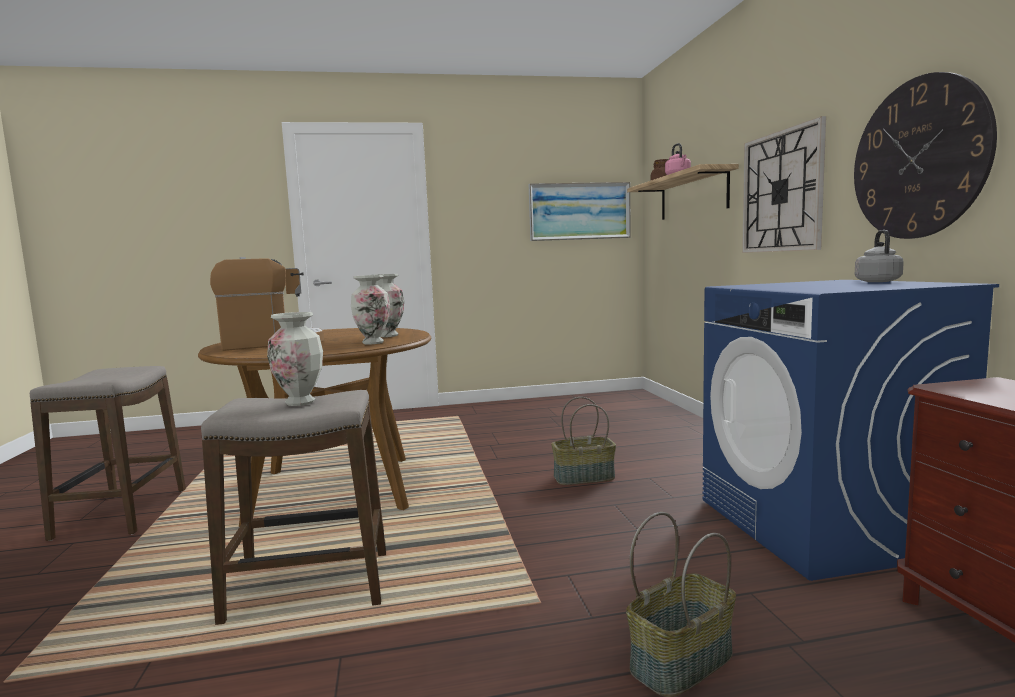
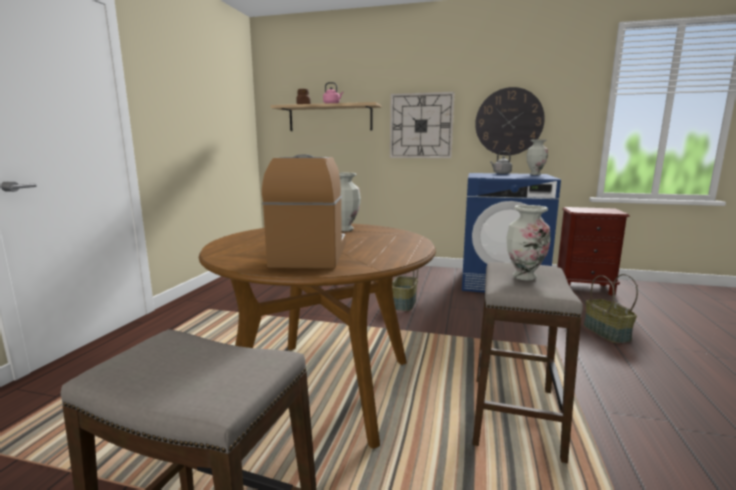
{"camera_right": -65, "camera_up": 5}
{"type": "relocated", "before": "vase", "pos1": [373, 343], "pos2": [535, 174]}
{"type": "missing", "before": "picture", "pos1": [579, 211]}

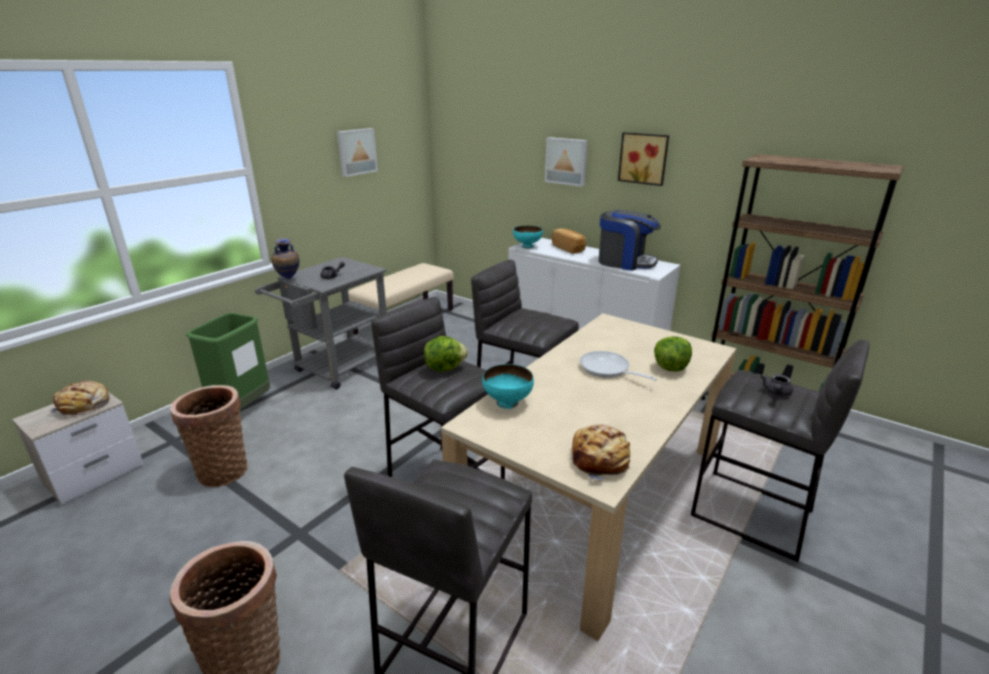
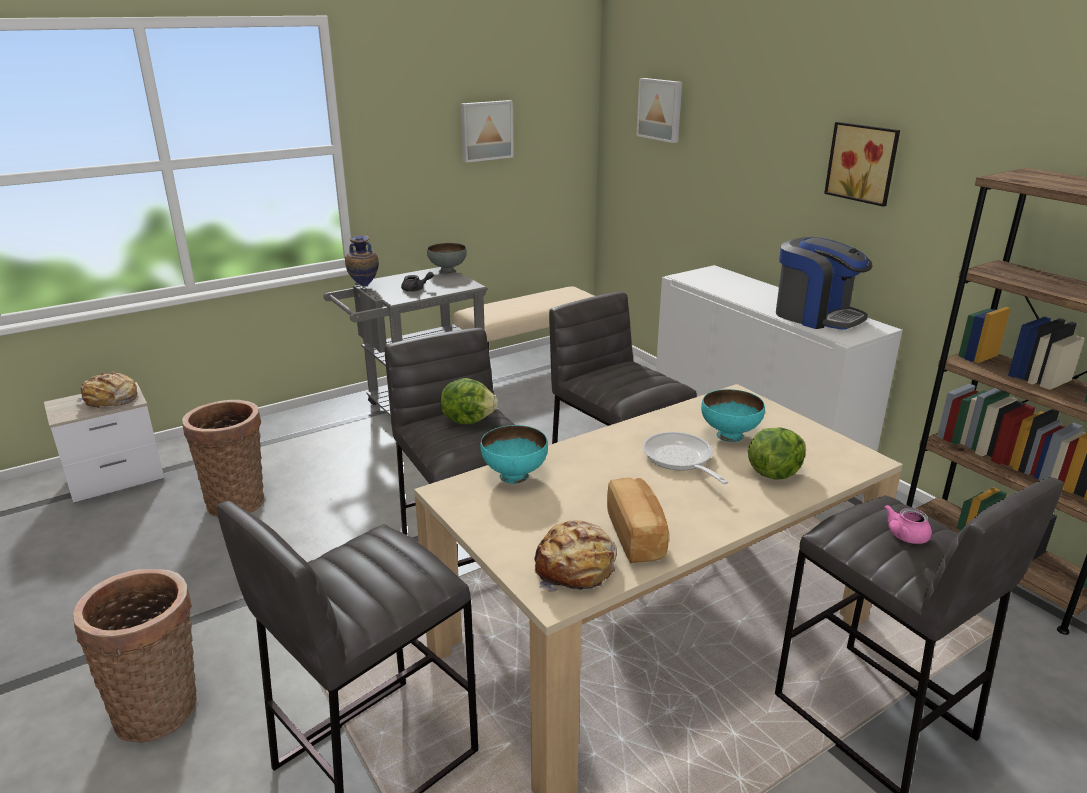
{"camera_right": 20, "camera_up": 0}
{"type": "appeared", "after": "grey bowl", "pos2": [448, 271]}
{"type": "relocated", "before": "bread", "pos1": [568, 248], "pos2": [637, 536]}
{"type": "relocated", "before": "picture", "pos1": [566, 161], "pos2": [661, 109]}
{"type": "relocated", "before": "turquoise bowl", "pos1": [527, 246], "pos2": [730, 435]}
{"type": "colour", "before": "grey teapot", "after": "pink teapot", "pos1": [776, 393], "pos2": [904, 536]}
{"type": "missing", "before": "green trash can", "pos1": [242, 408]}

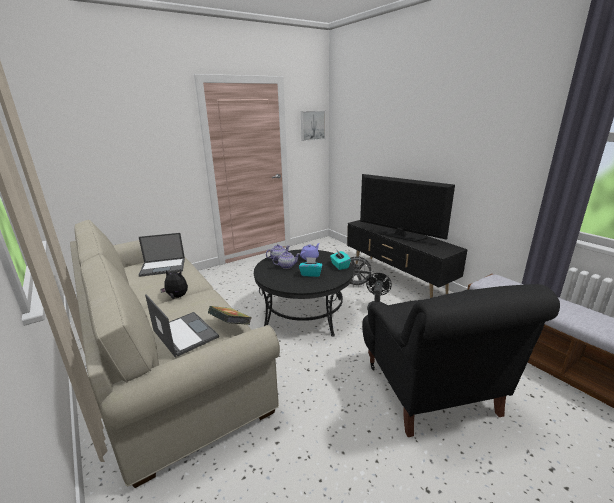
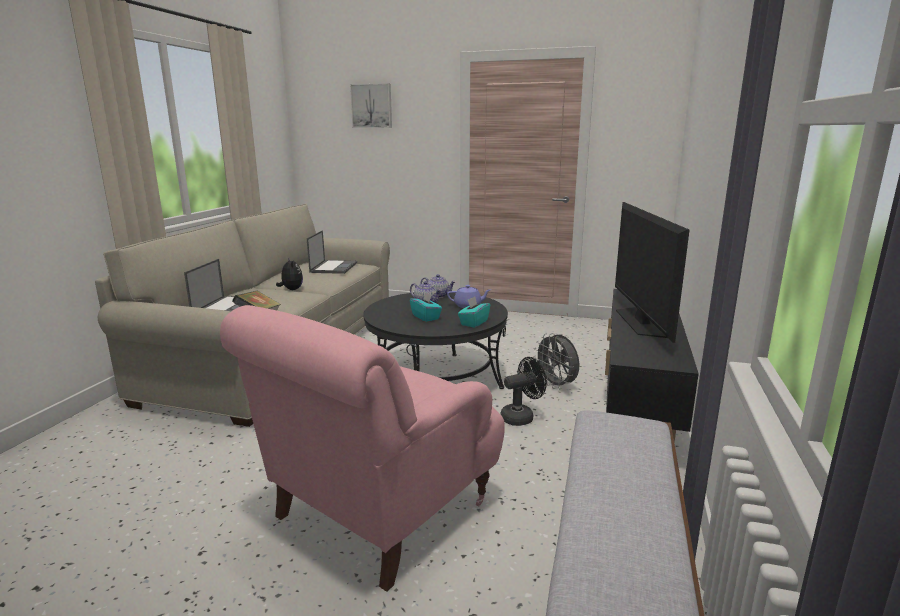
{"camera_right": 50, "camera_up": -5}
{"type": "colour", "before": "black armchair", "after": "pink armchair", "pos1": [431, 391], "pos2": [378, 512]}
{"type": "spun", "before": "laptop", "pos1": [163, 267], "pos2": [334, 267], "turn": -120}
{"type": "relocated", "before": "picture", "pos1": [312, 125], "pos2": [372, 106]}

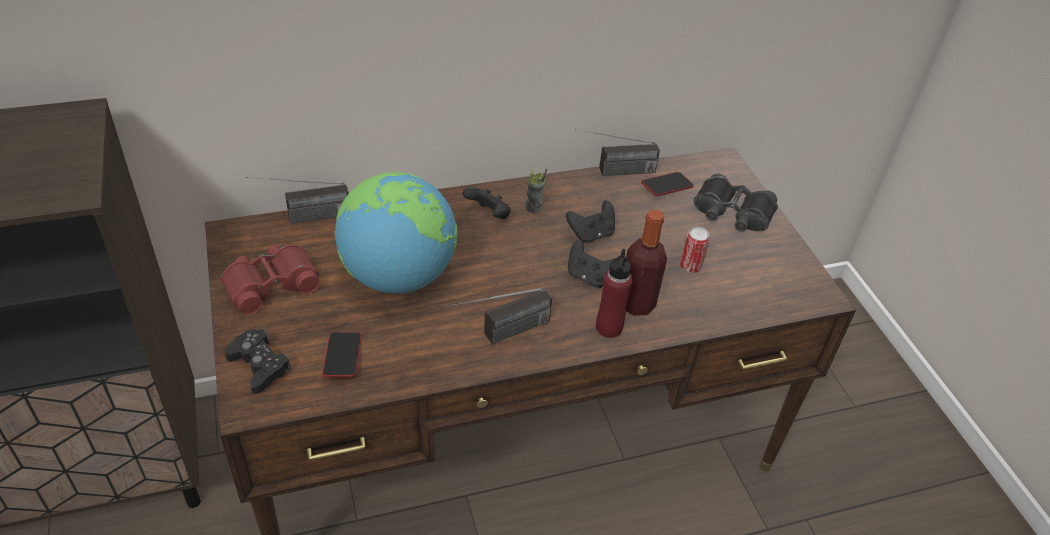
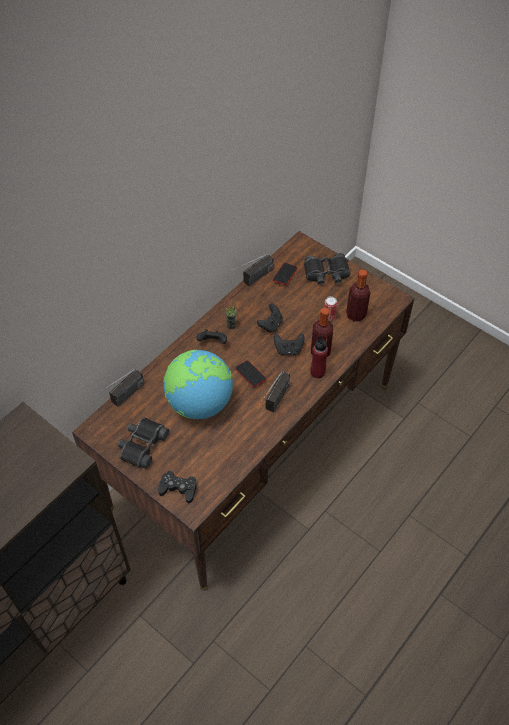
{"camera_right": -30, "camera_up": 10}
{"type": "colour", "before": "red binoculars", "after": "black binoculars", "pos1": [271, 284], "pos2": [142, 445]}
{"type": "relocated", "before": "phone", "pos1": [342, 357], "pos2": [250, 375]}
{"type": "appeared", "after": "bottle", "pos2": [356, 315]}

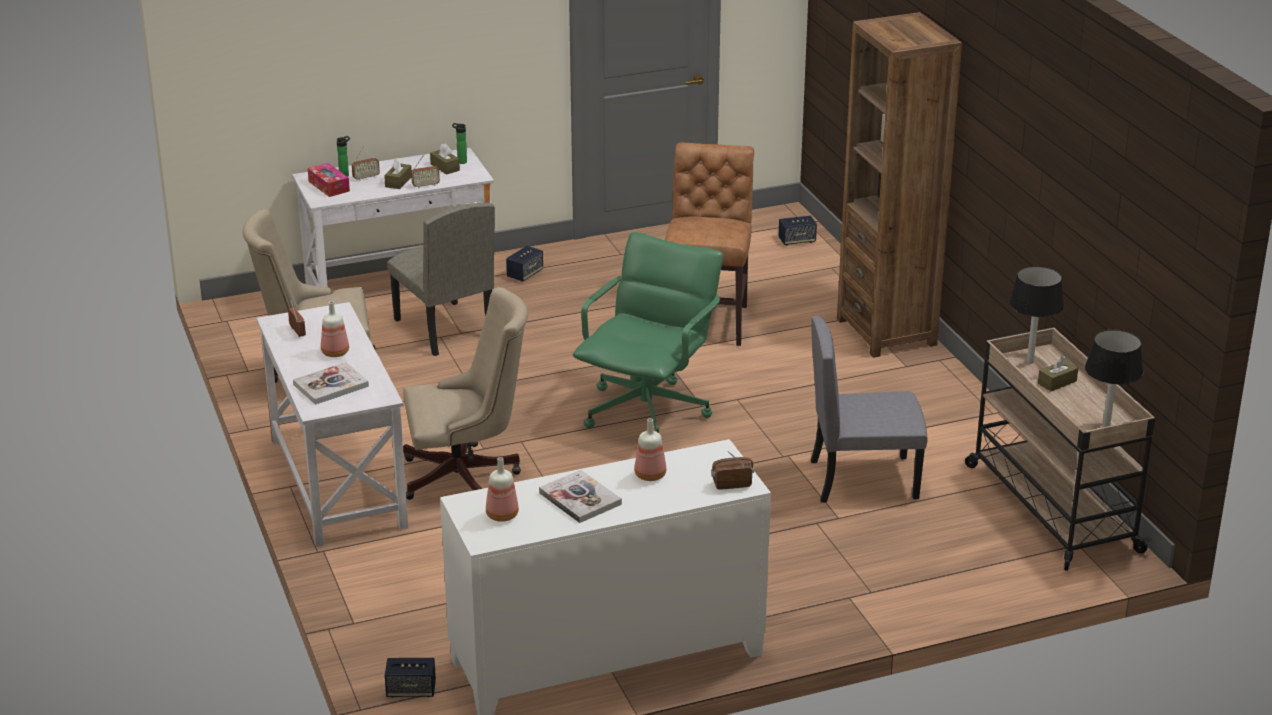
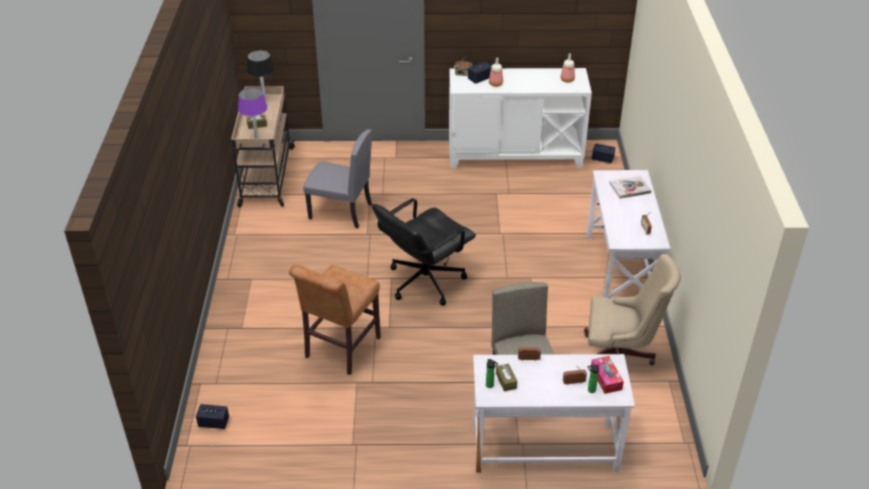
{"camera_right": -160, "camera_up": 10}
{"type": "colour", "before": "black table lamp", "after": "purple table lamp", "pos1": [1030, 362], "pos2": [256, 138]}
{"type": "colour", "before": "green office chair", "after": "black office chair", "pos1": [648, 412], "pos2": [424, 281]}
{"type": "relocated", "before": "speaker", "pos1": [525, 274], "pos2": [480, 79]}
{"type": "missing", "before": "bottle", "pos1": [334, 352]}
{"type": "missing", "before": "brown tissue box", "pos1": [398, 182]}
{"type": "missing", "before": "beige office chair", "pos1": [467, 477]}
{"type": "missing", "before": "book", "pos1": [580, 498]}
{"type": "missing", "before": "brown bookcase", "pos1": [886, 332]}

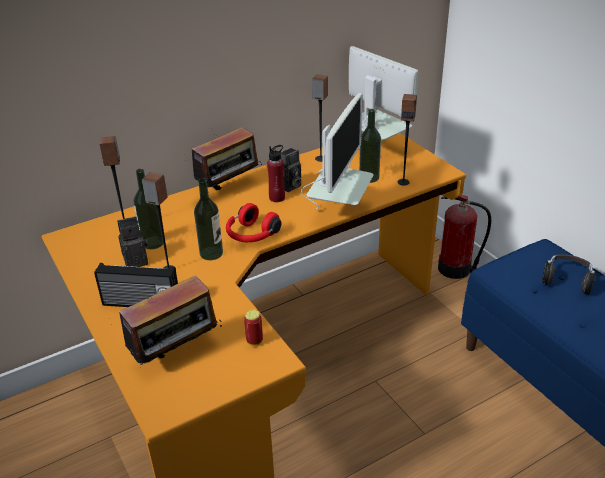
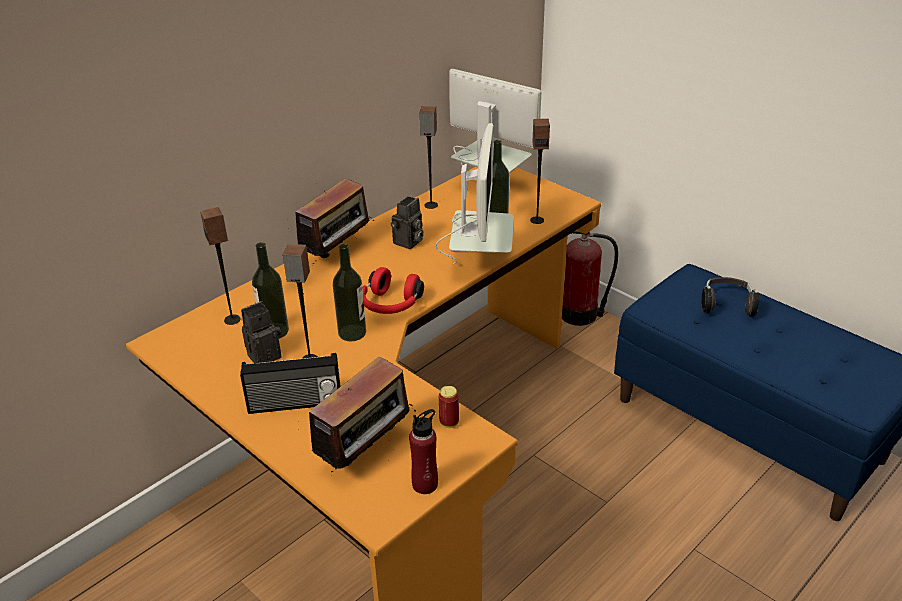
{"camera_right": -15, "camera_up": 0}
{"type": "relocated", "before": "red bottle", "pos1": [277, 198], "pos2": [425, 484]}

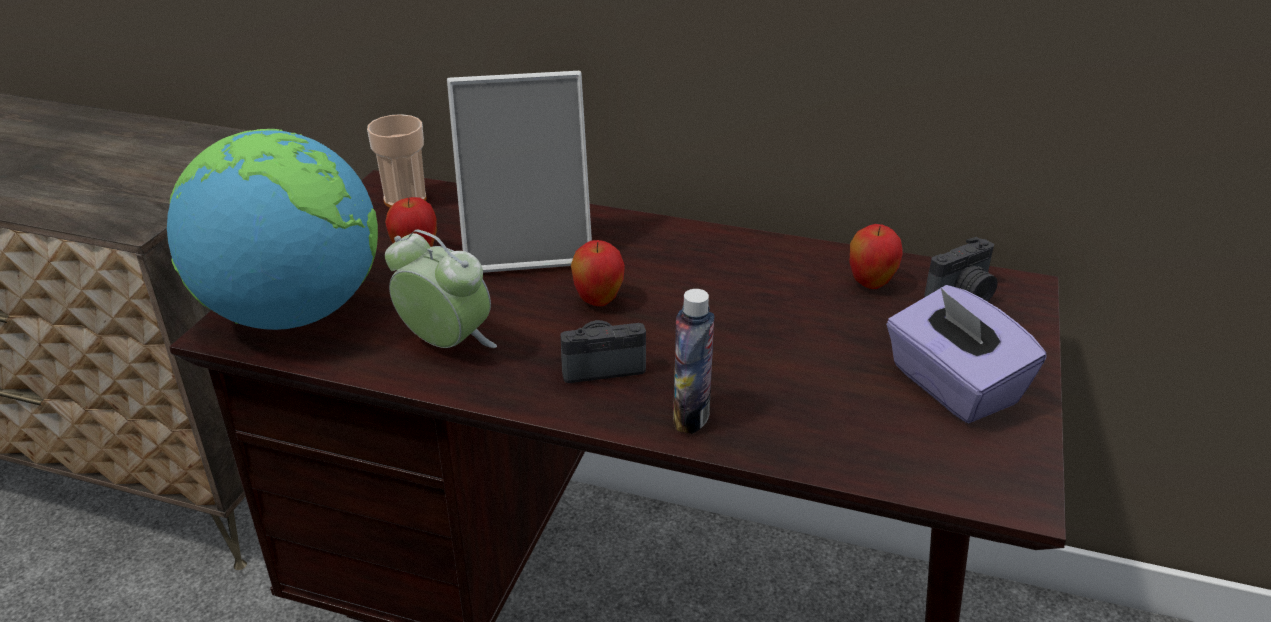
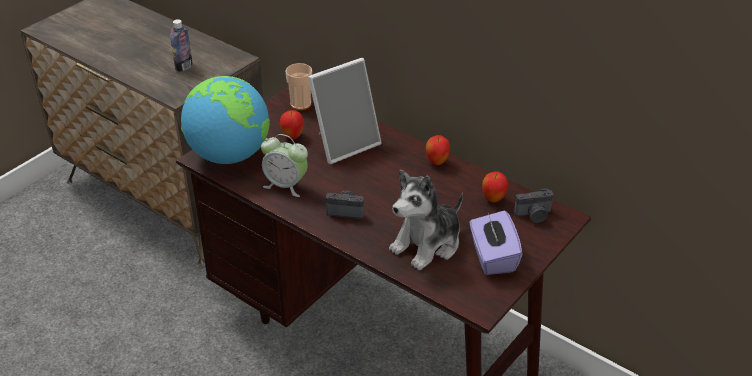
{"camera_right": 20, "camera_up": 5}
{"type": "relocated", "before": "bottle", "pos1": [691, 416], "pos2": [184, 67]}
{"type": "spun", "before": "alarm clock", "pos1": [446, 344], "pos2": [286, 185], "turn": 150}
{"type": "spun", "before": "picture frame", "pos1": [528, 247], "pos2": [344, 143], "turn": -45}
{"type": "appeared", "after": "plush toy", "pos2": [427, 244]}
{"type": "relocated", "before": "apple", "pos1": [598, 301], "pos2": [437, 162]}

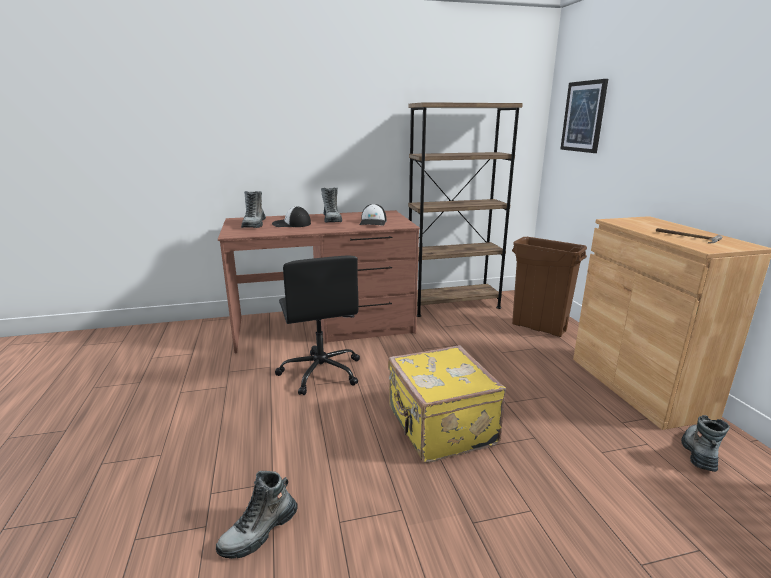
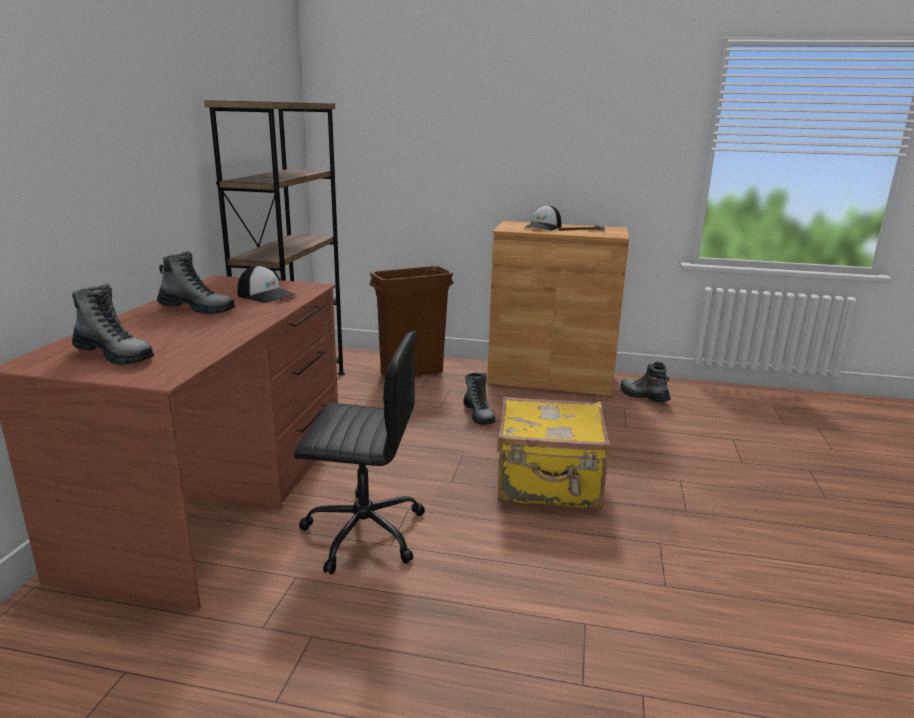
{"camera_right": -65, "camera_up": 0}
{"type": "relocated", "before": "boot", "pos1": [259, 532], "pos2": [479, 414]}
{"type": "relocated", "before": "cap", "pos1": [291, 224], "pos2": [543, 227]}
{"type": "missing", "before": "picture", "pos1": [583, 116]}

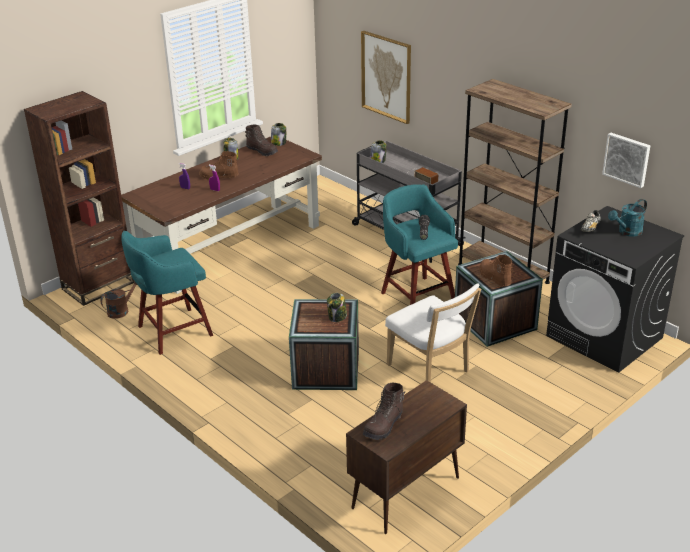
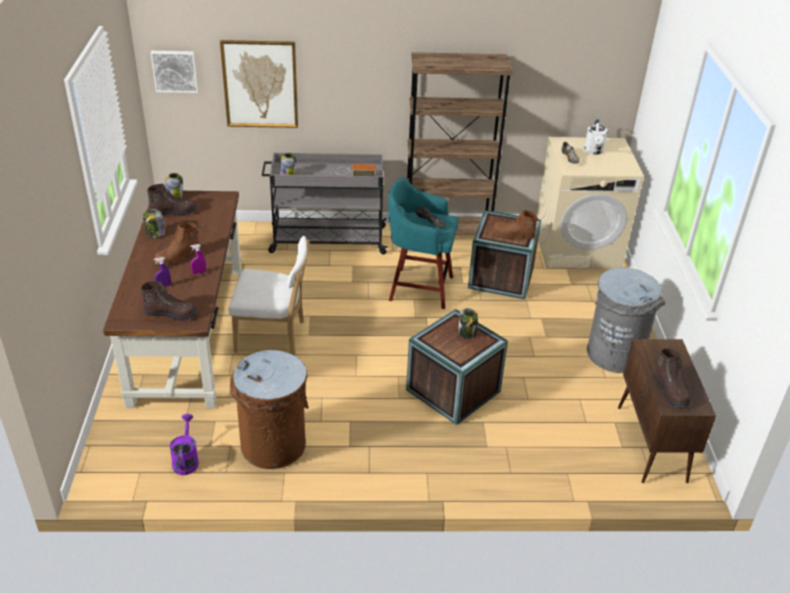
{"camera_right": -50, "camera_up": 5}
{"type": "appeared", "after": "brown boot", "pos2": [171, 314]}
{"type": "relocated", "before": "picture", "pos1": [627, 159], "pos2": [175, 71]}
{"type": "colour", "before": "brown watering can", "after": "purple watering can", "pos1": [121, 310], "pos2": [186, 460]}
{"type": "relocated", "before": "white chair", "pos1": [430, 370], "pos2": [273, 337]}
{"type": "exchanged", "before": "turquoise stool", "after": "brown trash can", "pos1": [172, 331], "pos2": [273, 446]}
{"type": "colour", "before": "black washing machine", "after": "beige washing machine", "pos1": [605, 337], "pos2": [577, 248]}
{"type": "colour", "before": "turquoise watering can", "after": "white watering can", "pos1": [627, 232], "pos2": [594, 151]}
{"type": "appeared", "after": "grey trash can", "pos2": [614, 353]}
{"type": "missing", "before": "brown bookcase", "pos1": [99, 285]}

